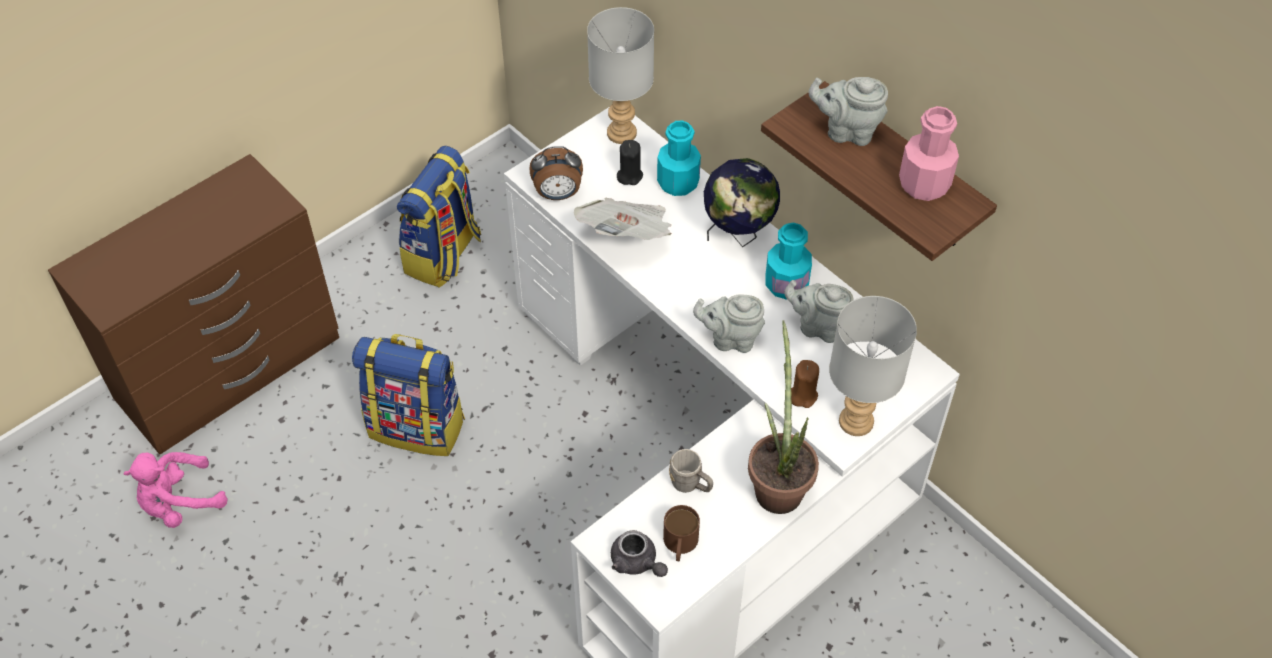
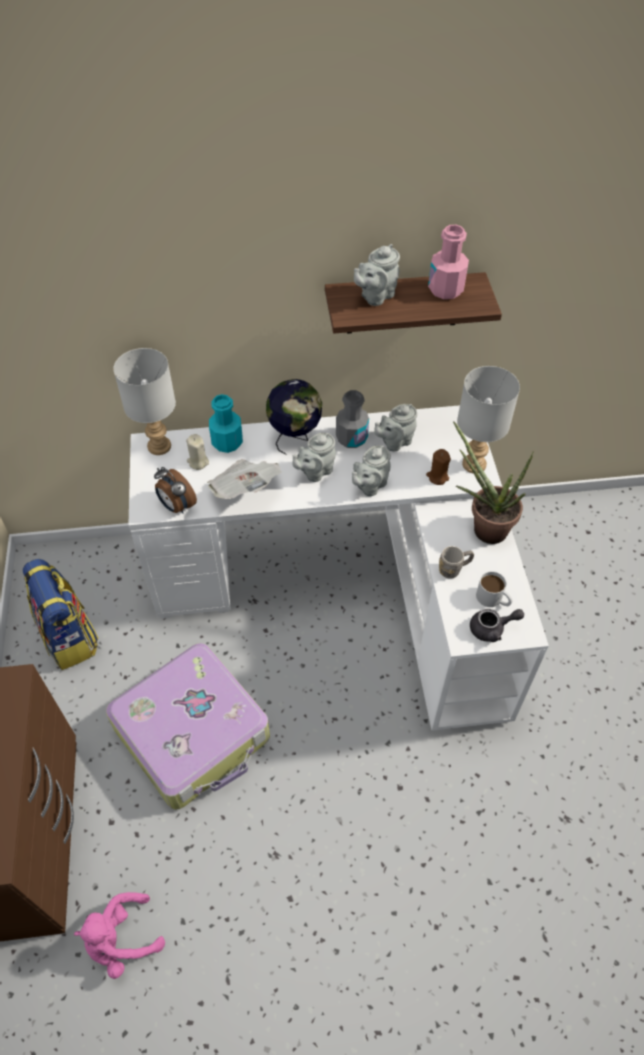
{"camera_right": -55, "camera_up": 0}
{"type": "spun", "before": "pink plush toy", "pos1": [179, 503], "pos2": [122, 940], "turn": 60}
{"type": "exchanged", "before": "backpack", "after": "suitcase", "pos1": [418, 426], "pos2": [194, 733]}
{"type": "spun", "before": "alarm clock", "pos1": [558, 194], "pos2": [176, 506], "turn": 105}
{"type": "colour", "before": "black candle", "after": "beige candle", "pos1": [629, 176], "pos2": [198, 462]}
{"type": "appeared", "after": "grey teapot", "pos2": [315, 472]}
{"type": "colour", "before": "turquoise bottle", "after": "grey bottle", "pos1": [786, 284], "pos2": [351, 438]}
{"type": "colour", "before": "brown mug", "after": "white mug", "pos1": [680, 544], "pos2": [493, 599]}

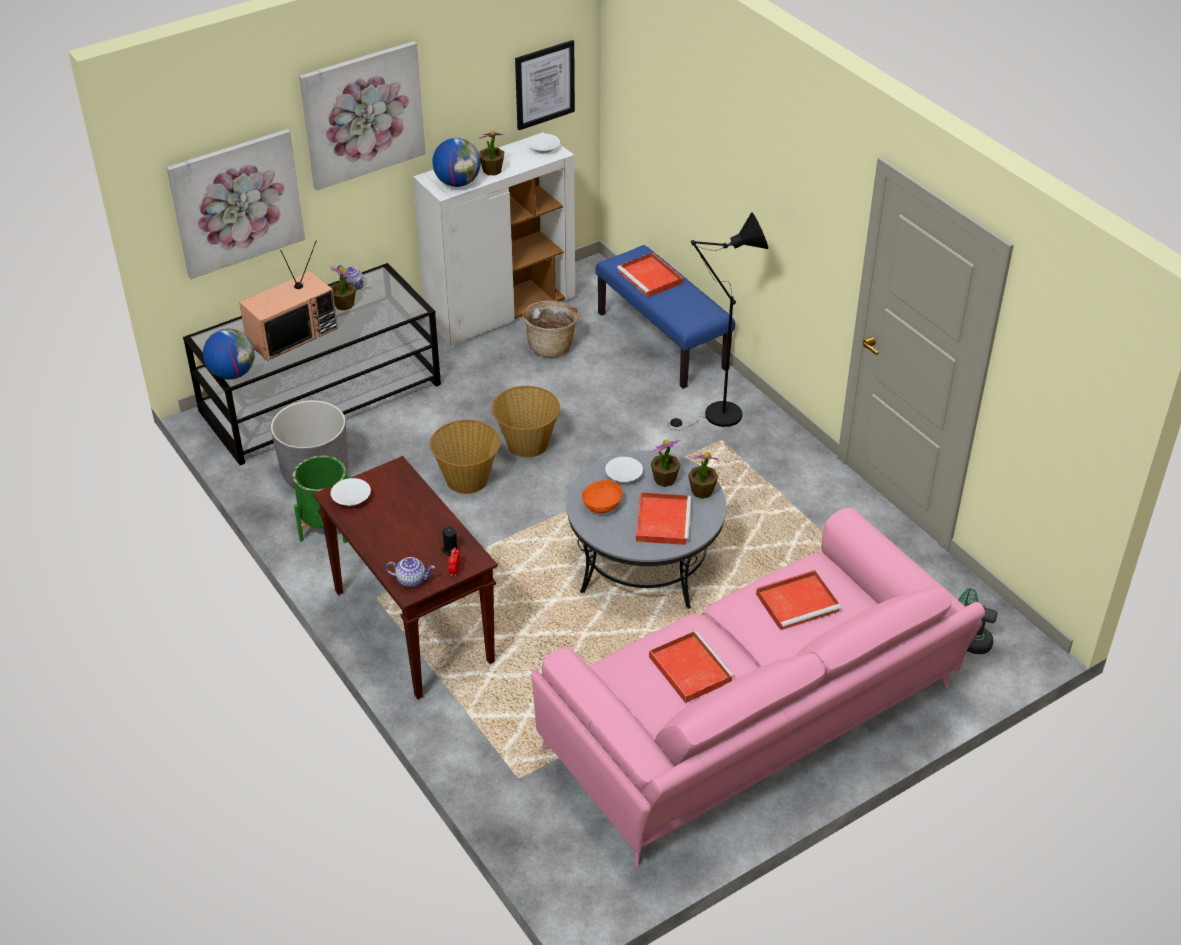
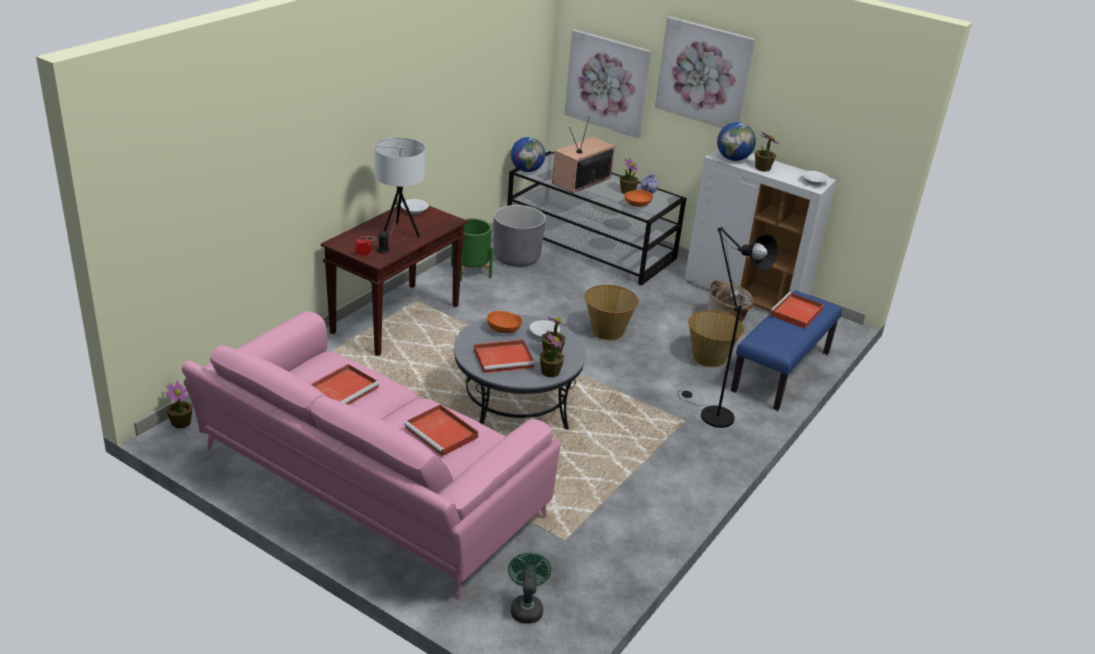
{"camera_right": 65, "camera_up": -10}
{"type": "appeared", "after": "potted plant", "pos2": [181, 422]}
{"type": "appeared", "after": "white table lamp", "pos2": [397, 233]}
{"type": "spun", "before": "television", "pos1": [292, 334], "pos2": [582, 181], "turn": 105}
{"type": "appeared", "after": "orange bowl", "pos2": [637, 205]}
{"type": "relocated", "before": "basket", "pos1": [467, 479], "pos2": [710, 358]}
{"type": "missing", "before": "teapot", "pos1": [411, 580]}
{"type": "missing", "before": "picture", "pos1": [544, 84]}

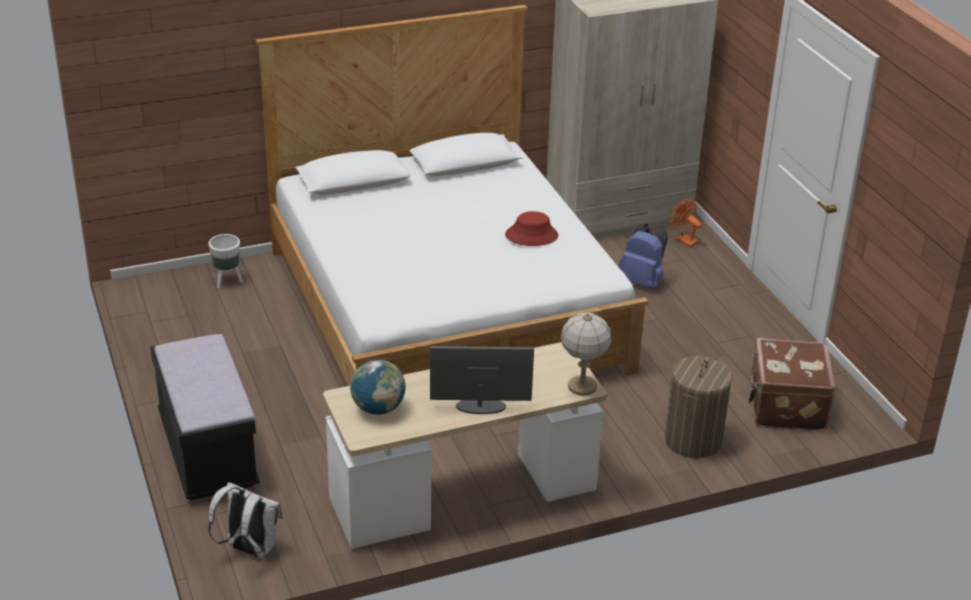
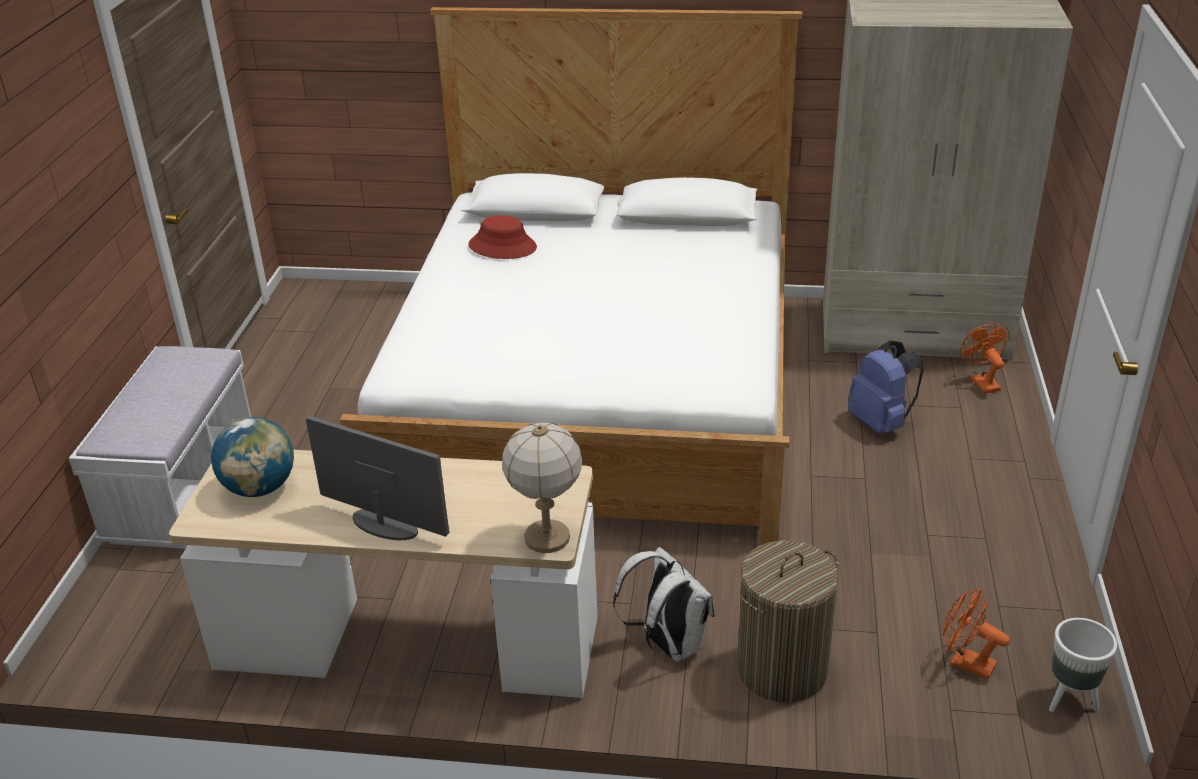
{"camera_right": 30, "camera_up": 0}
{"type": "colour", "before": "black bench", "after": "white bench", "pos1": [207, 452], "pos2": [184, 492]}
{"type": "relocated", "before": "red hat", "pos1": [531, 235], "pos2": [502, 246]}
{"type": "relocated", "before": "white backpack", "pos1": [249, 549], "pos2": [667, 644]}
{"type": "exchanged", "before": "brown suitcase", "after": "orange fan", "pos1": [785, 407], "pos2": [965, 662]}
{"type": "relocated", "before": "white planter", "pos1": [227, 281], "pos2": [1070, 700]}

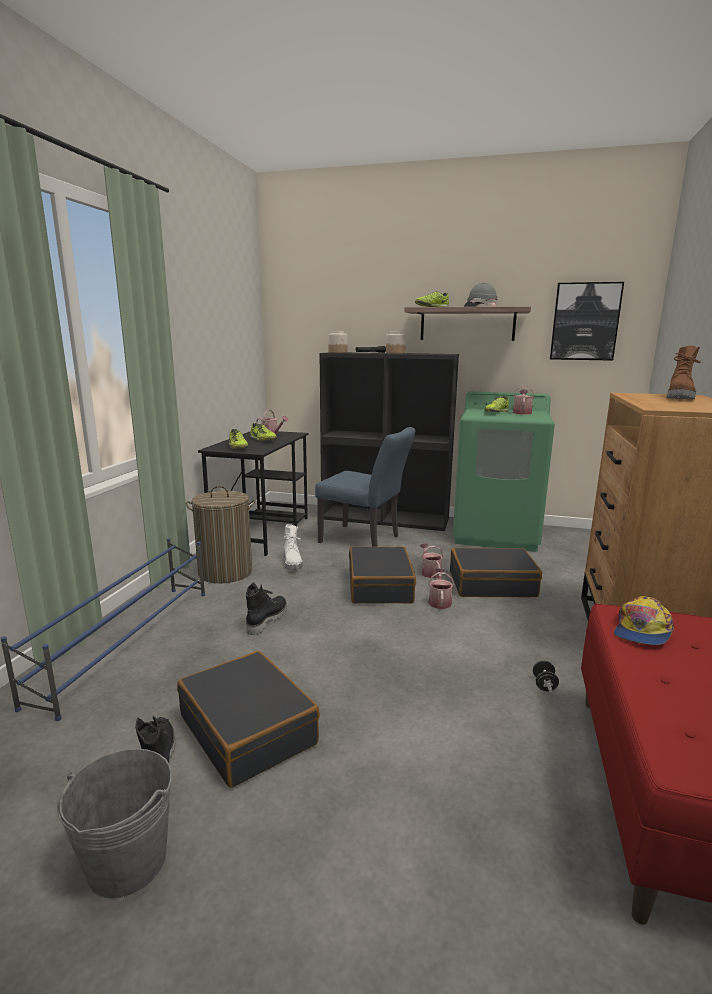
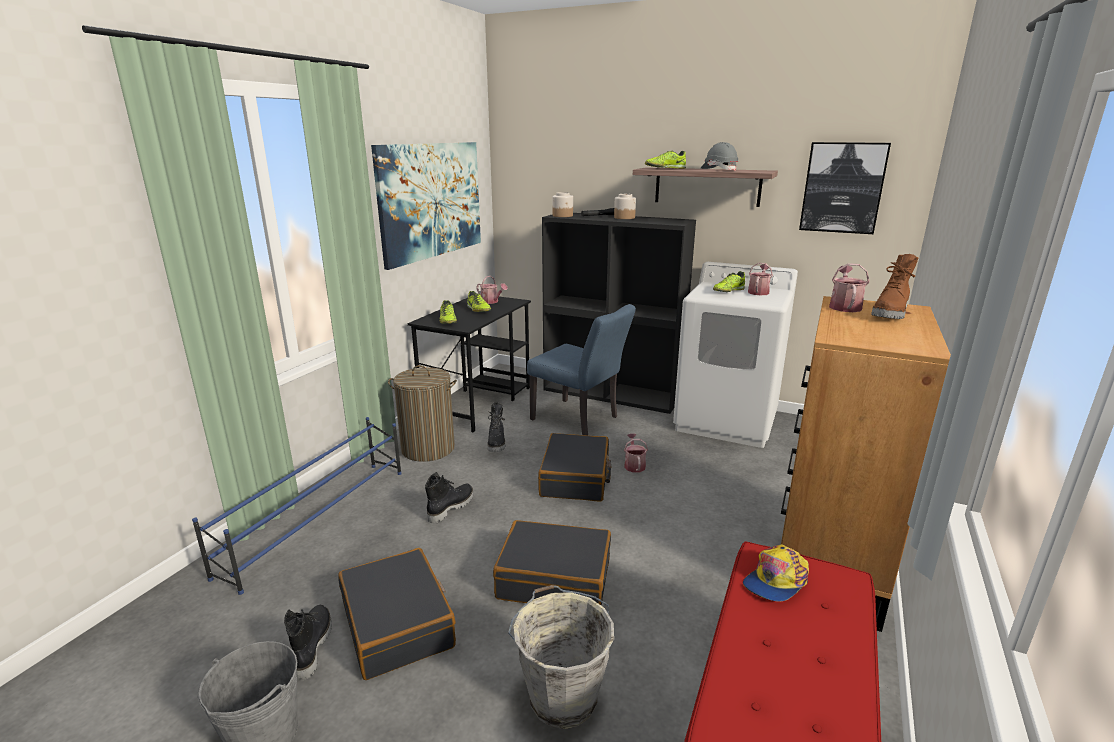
{"camera_right": 10, "camera_up": 5}
{"type": "appeared", "after": "picture", "pos2": [431, 200]}
{"type": "colour", "before": "white boot", "after": "black boot", "pos1": [293, 563], "pos2": [497, 443]}
{"type": "relocated", "before": "black suitcase", "pos1": [492, 584], "pos2": [554, 578]}
{"type": "appeared", "after": "grey bucket", "pos2": [562, 696]}
{"type": "colour", "before": "green washing machine", "after": "white washing machine", "pos1": [496, 533], "pos2": [726, 421]}
{"type": "relocated", "before": "watering can", "pos1": [439, 601], "pos2": [844, 306]}
{"type": "missing", "before": "black dumbbell", "pos1": [544, 685]}

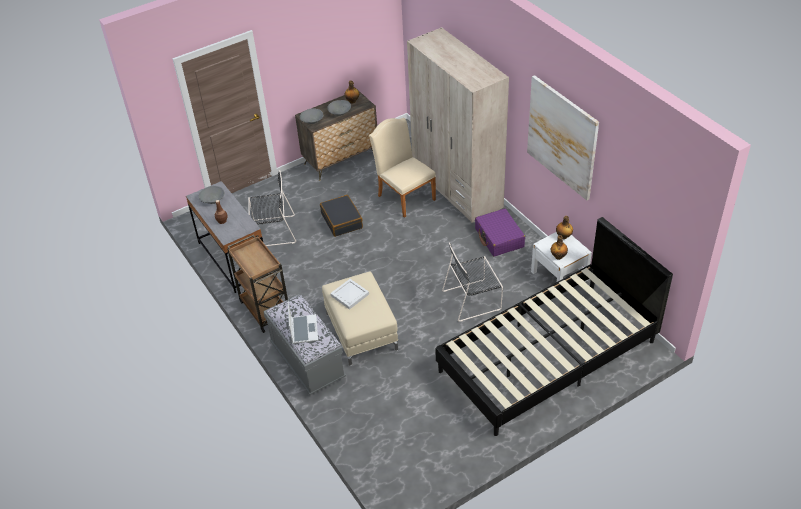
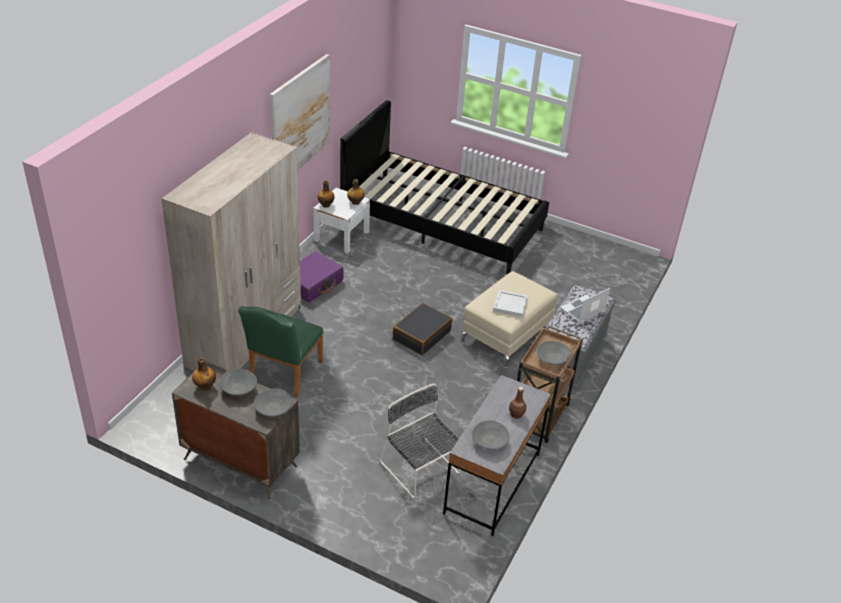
{"camera_right": -125, "camera_up": -5}
{"type": "colour", "before": "beige chair", "after": "green chair", "pos1": [404, 195], "pos2": [283, 374]}
{"type": "relocated", "before": "black suitcase", "pos1": [342, 221], "pos2": [421, 335]}
{"type": "appeared", "after": "grey bowl", "pos2": [552, 359]}
{"type": "missing", "before": "black chair", "pos1": [473, 299]}

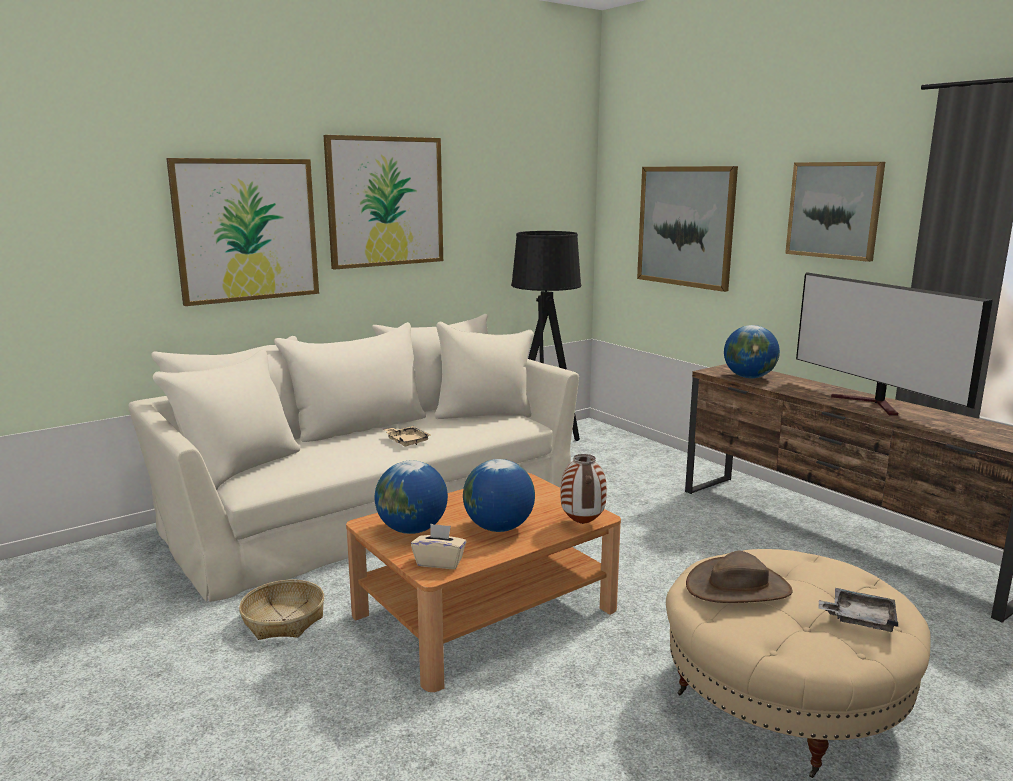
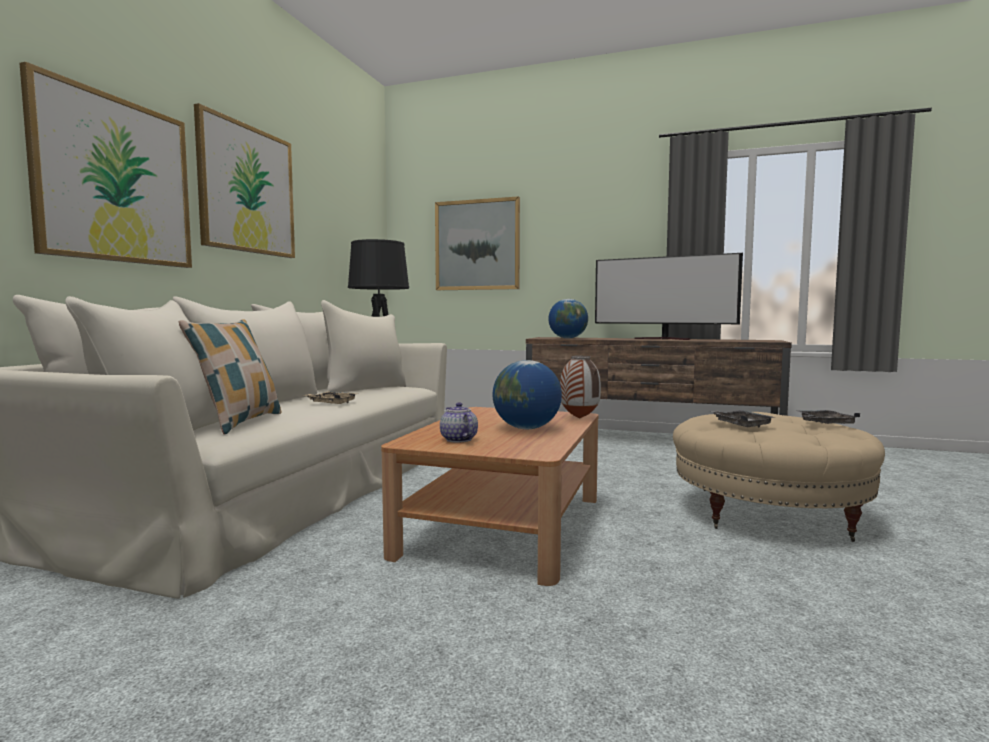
{"camera_right": -35, "camera_up": -10}
{"type": "appeared", "after": "pillow", "pos2": [239, 423]}
{"type": "exchanged", "before": "globe", "after": "teapot", "pos1": [412, 530], "pos2": [457, 440]}
{"type": "exchanged", "before": "brown hat", "after": "grey tray", "pos1": [738, 587], "pos2": [741, 425]}
{"type": "missing", "before": "basket", "pos1": [283, 620]}
{"type": "missing", "before": "beige tissue box", "pos1": [439, 562]}
{"type": "missing", "before": "picture", "pos1": [834, 210]}

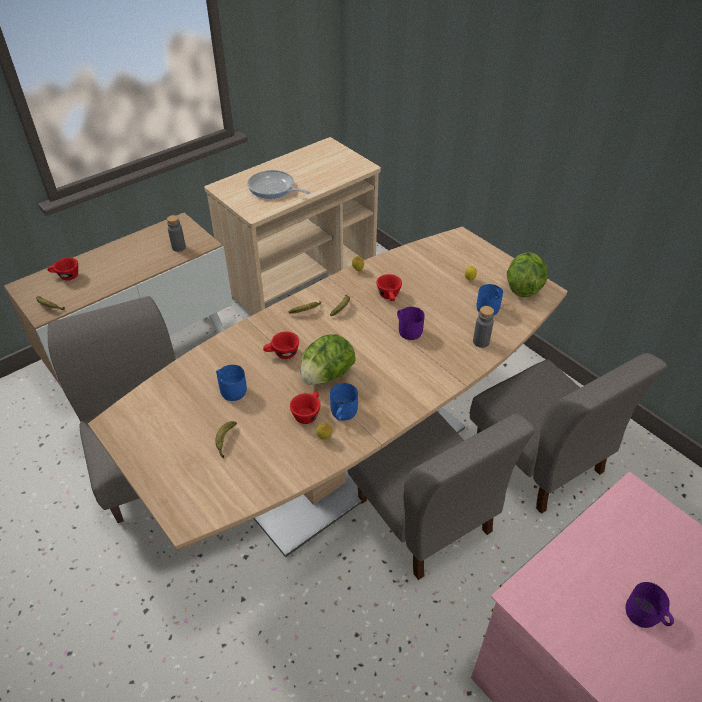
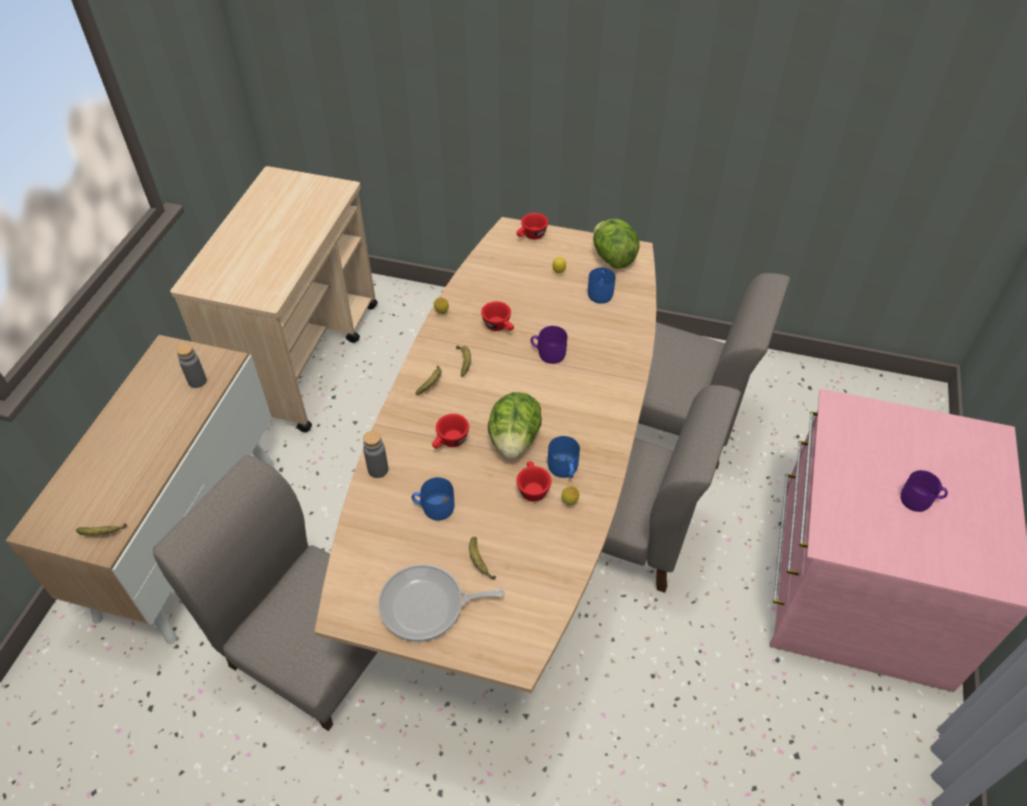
{"camera_right": -35, "camera_up": 5}
{"type": "relocated", "before": "grey bottle", "pos1": [481, 342], "pos2": [378, 469]}
{"type": "relocated", "before": "frying pan", "pos1": [273, 188], "pos2": [427, 606]}
{"type": "relocated", "before": "red cup", "pos1": [66, 276], "pos2": [531, 236]}

